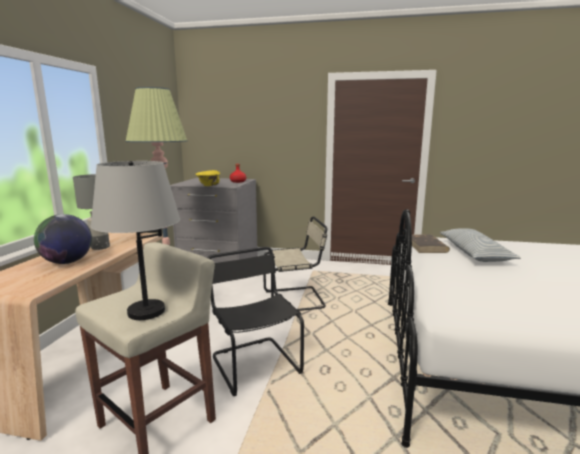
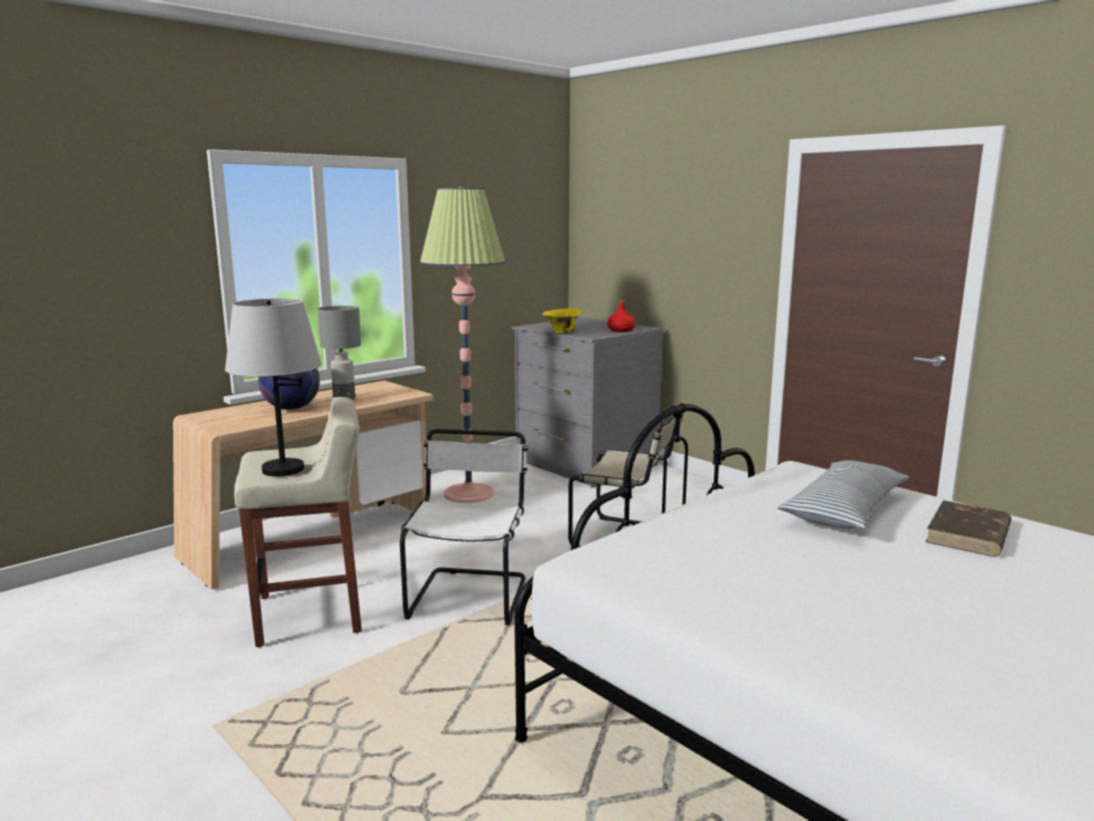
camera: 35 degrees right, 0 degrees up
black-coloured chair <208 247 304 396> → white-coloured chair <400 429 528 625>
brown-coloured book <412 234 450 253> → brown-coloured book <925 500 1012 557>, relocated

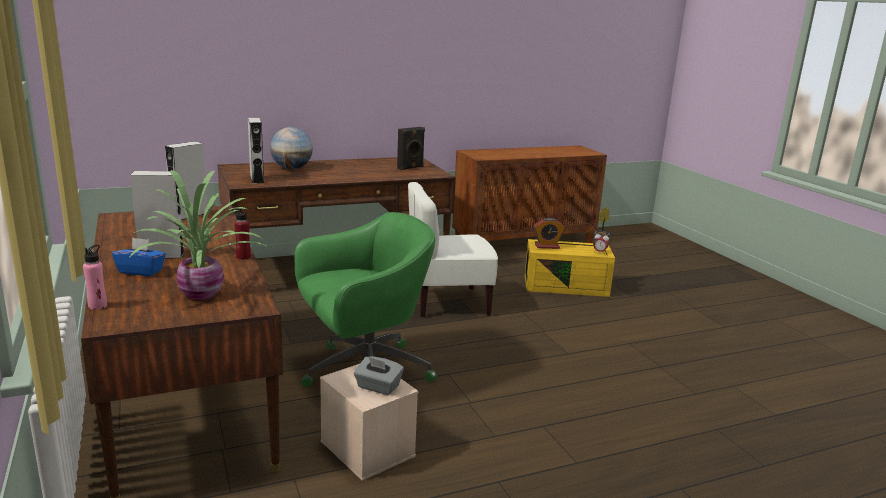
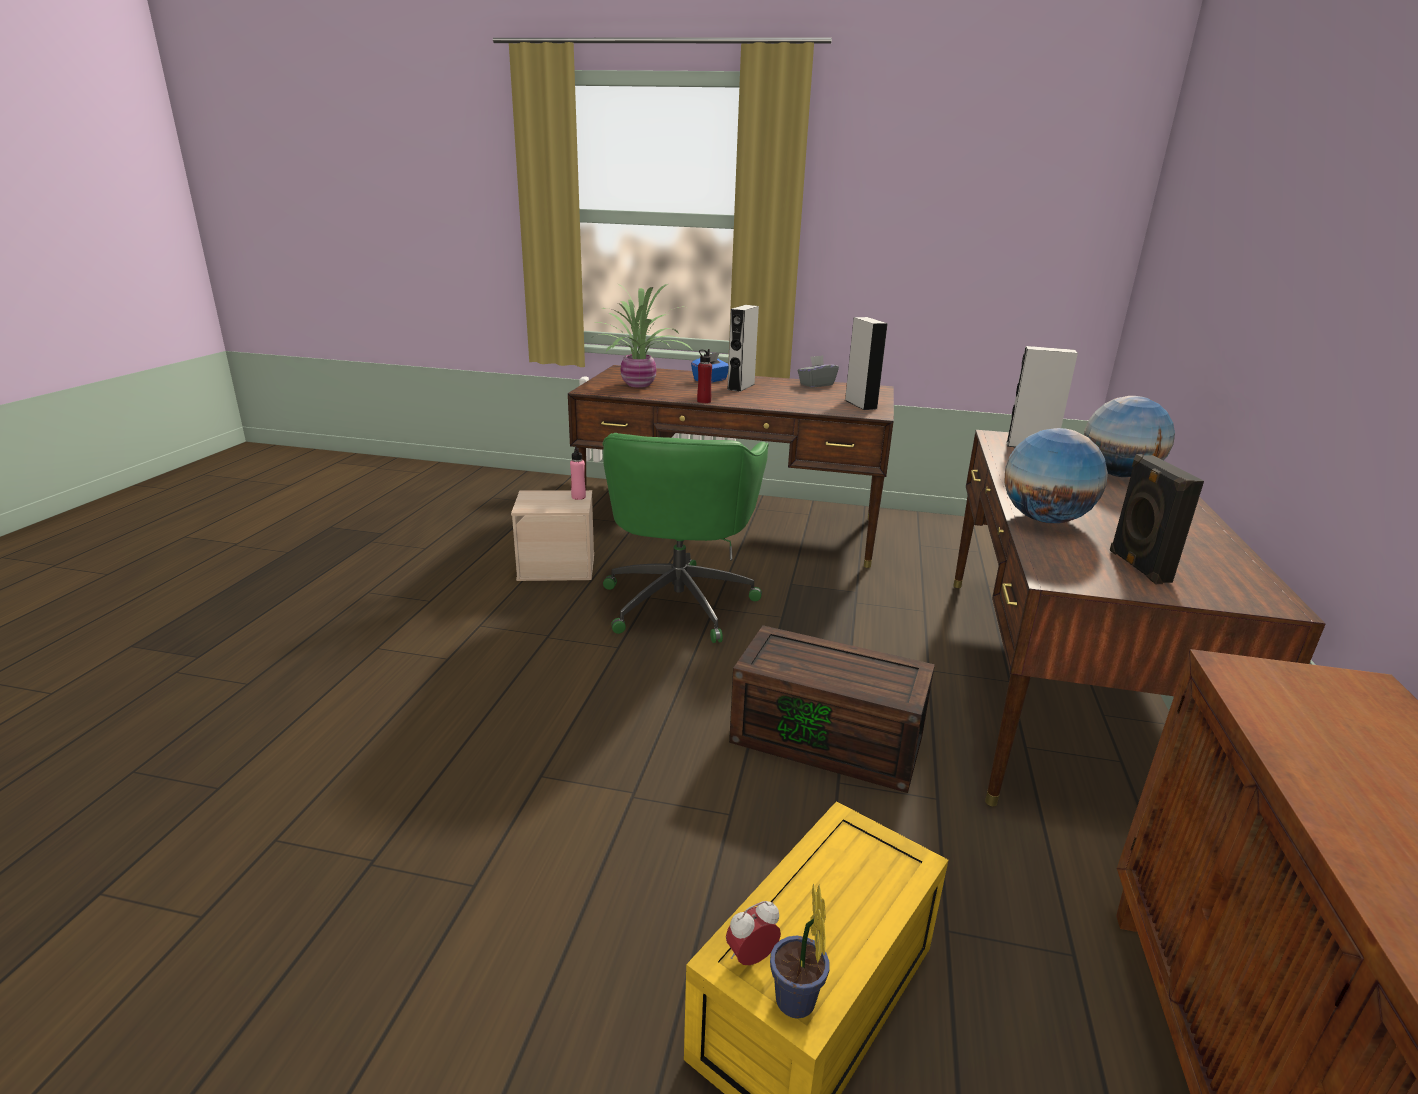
camera: 125 degrees right, 5 degrees up
pinkish beverage bottle <83 245 107 310> → pinkish beverage bottle <570 446 586 500>, relocated
white-coloured chair <408 182 498 317> → brown-coloured storage box <729 625 935 793>
grey tissue holder <354 356 404 395> → grey tissue holder <798 355 839 388>, relocated
- → desk globe <1004 428 1108 523>
alarm clock <534 218 565 249> → -

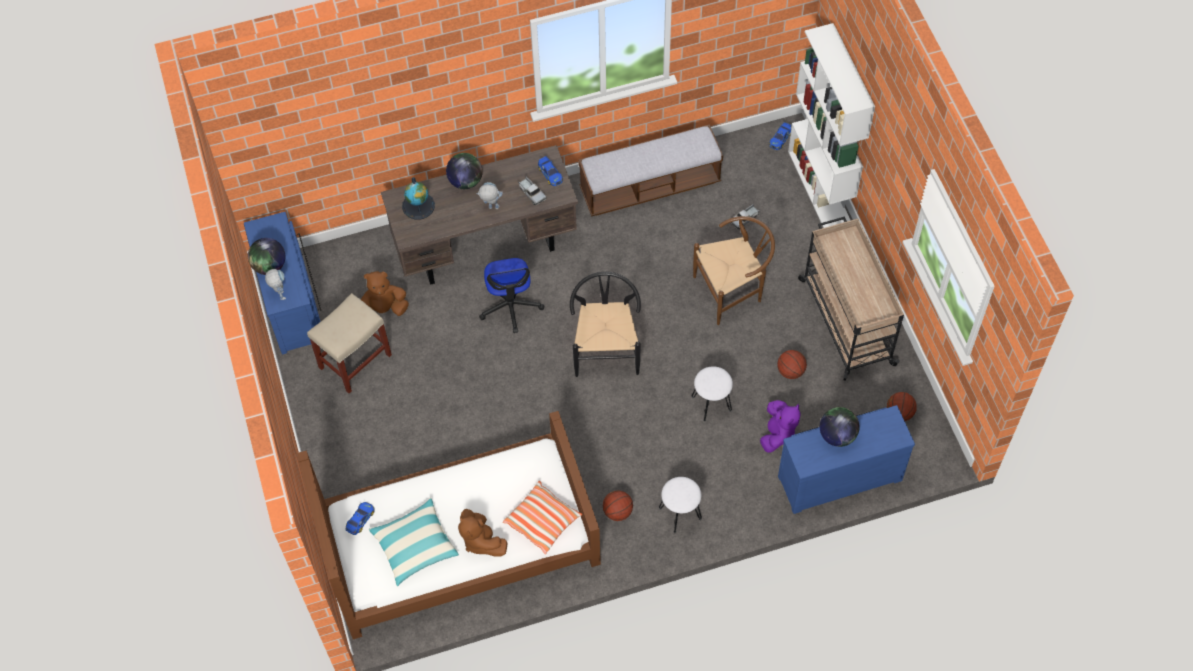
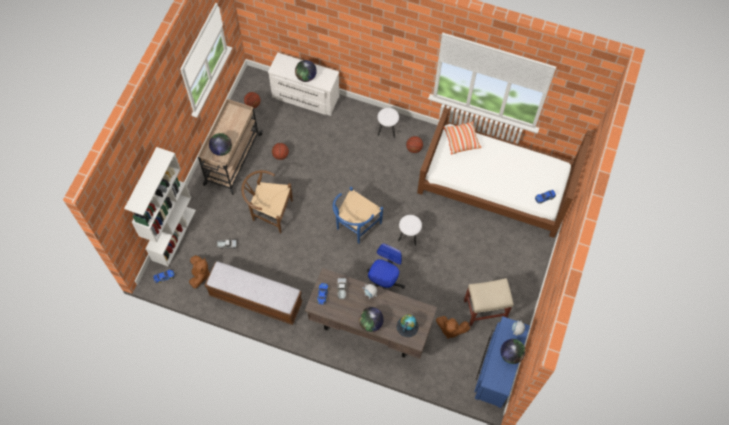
camera: 145 degrees left, 5 degrees up
brown-coloured cuddly toy <458 509 507 556> → brown-coloured cuddly toy <189 255 210 289>, relocated
- → desk globe <209 133 232 156>
blue-coloured dresser <778 405 915 514> → white-coloured dresser <268 53 339 116>
black-coloured chair <570 272 641 377> → blue-coloured chair <333 187 383 244>
white-coloured stool seat <692 366 733 422> → white-coloured stool seat <398 215 422 246>, relocated
cushion <369 498 459 586> → -
purple-coloured cuddly toy <760 400 801 453> → -

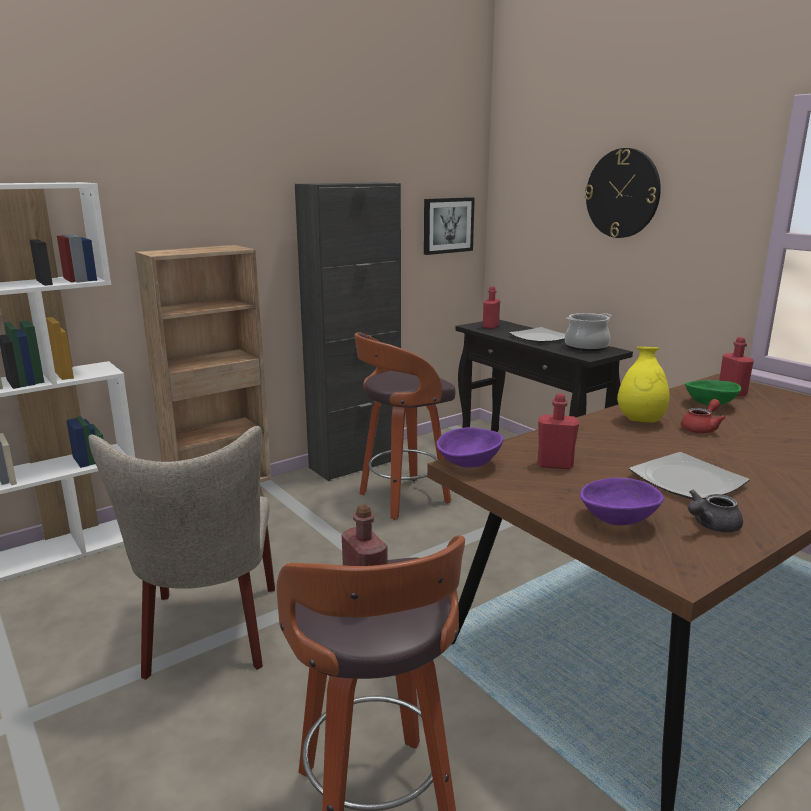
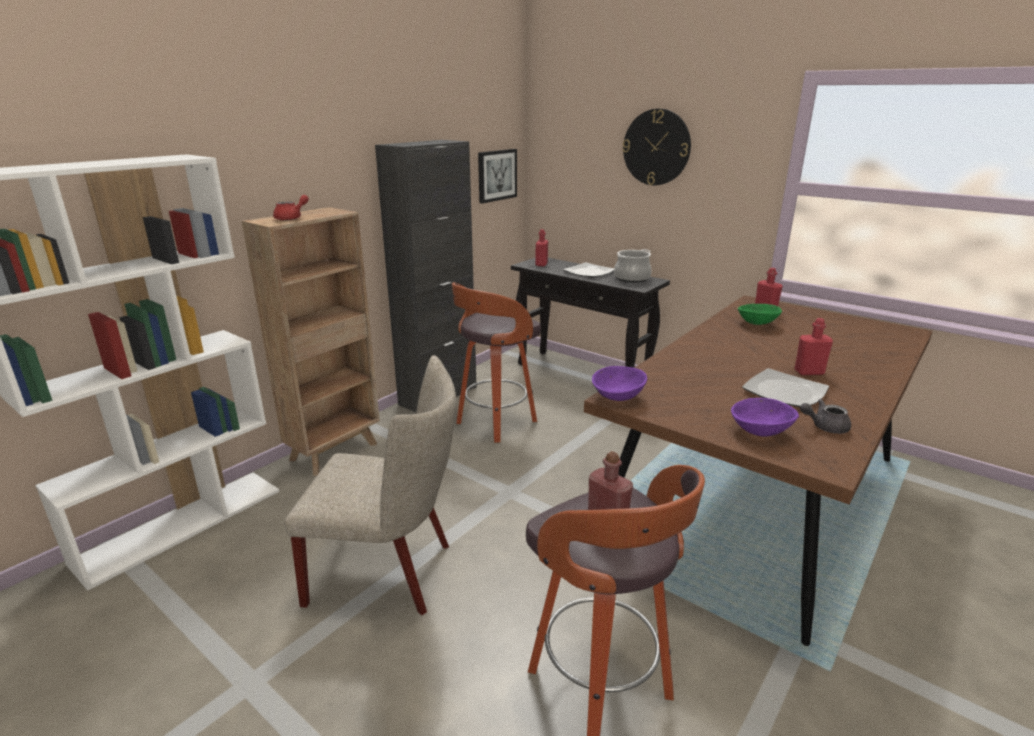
camera: 15 degrees left, 5 degrees up
reddish pot for tea <681 399 726 433> → reddish pot for tea <273 195 309 221>, relocated
beige-coloured chair <88 426 275 680> → beige-coloured chair <284 355 457 615>, 60 degrees counterclockwise
reddish beverage bottle <537 393 579 469> → reddish beverage bottle <794 318 833 375>, relocated
grey pot for tea <688 490 743 532> → grey pot for tea <800 399 851 434>, 45 degrees clockwise
yellow vase <617 347 670 423> → -

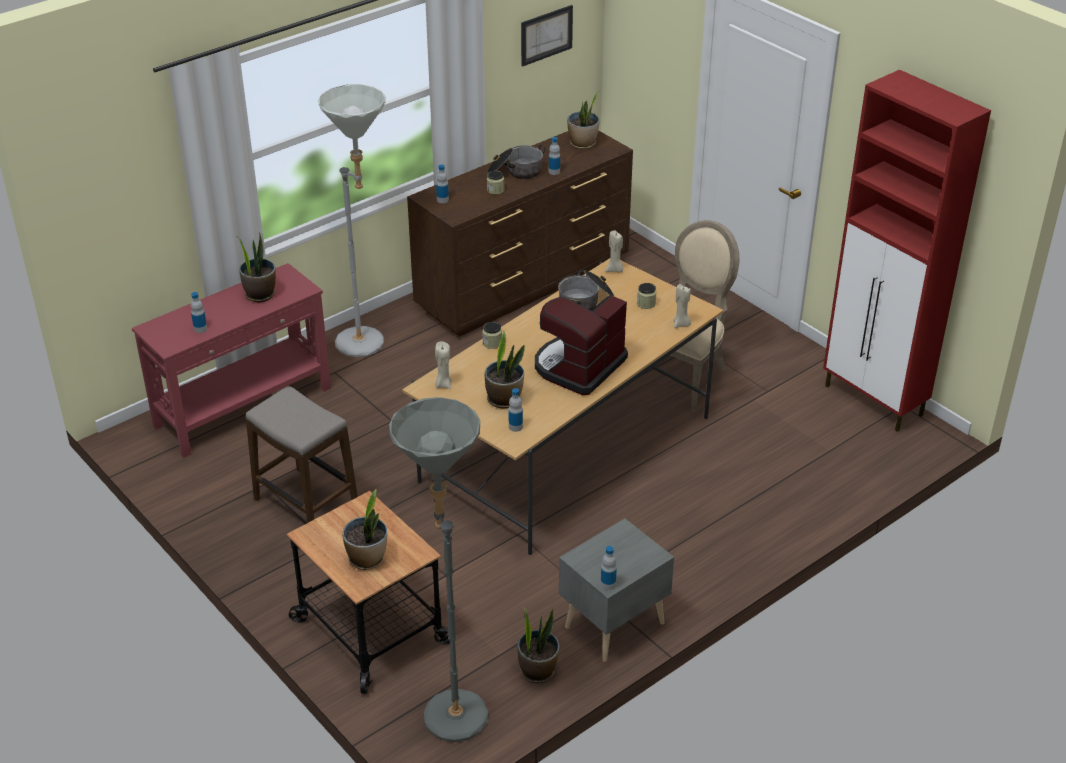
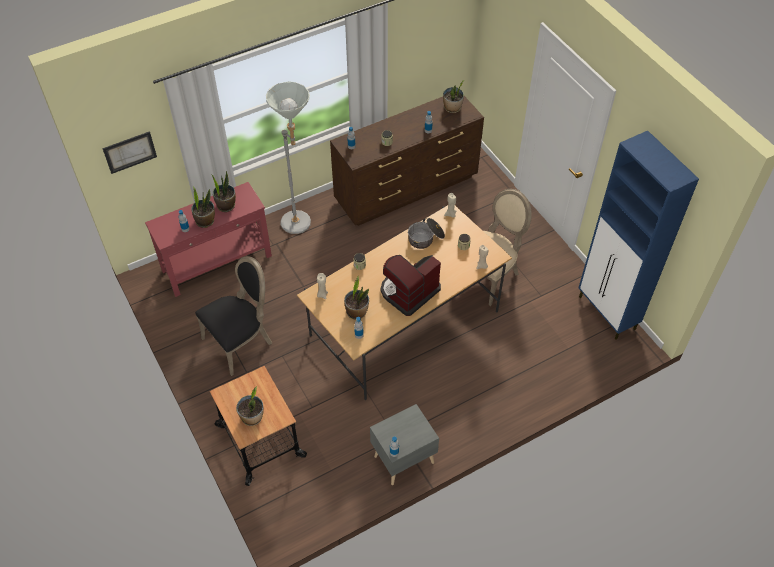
camera: 10 degrees right, 15 degrees up
picture <521 5 573 66> → picture <102 131 157 174>, relocated
houseplant <518 607 559 683> → houseplant <191 186 215 228>, relocated
stool seat <246 386 358 523> → black-coloured chair <195 256 272 376>
reddish cabinet <823 70 991 432> → blue-coloured cabinet <578 130 699 340>
grey floor lamp <389 397 488 742> → -
stockpot <487 145 545 179> → -

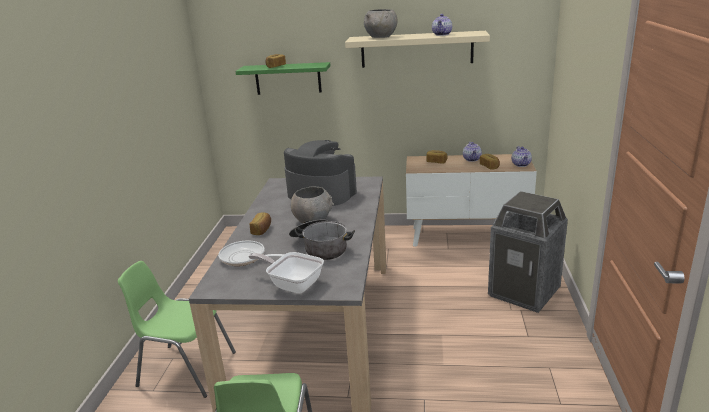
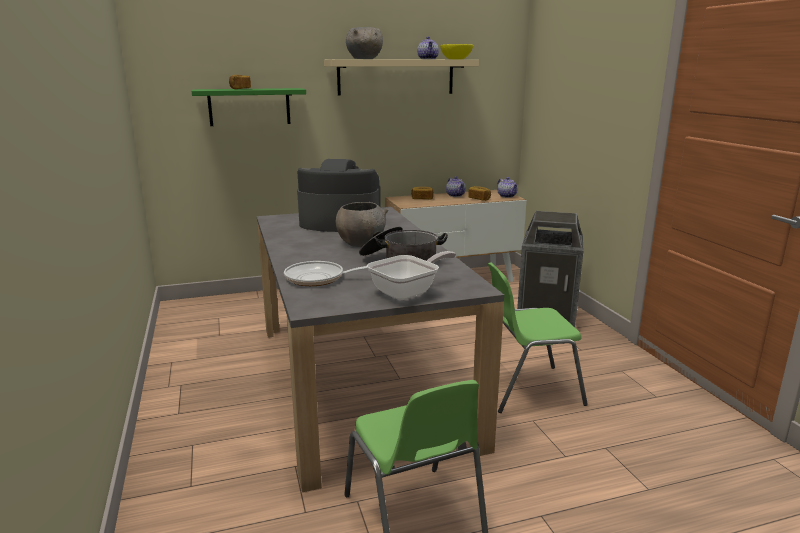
camera: 25 degrees left, 5 degrees down
skillet <248 252 324 294> → skillet <367 251 456 300>, 135 degrees clockwise
- → yellow bowl <440 44 473 60>
greenish chair <118 261 236 398> → greenish chair <488 262 588 413>, relocated
bakery bread <250 212 271 235> → -

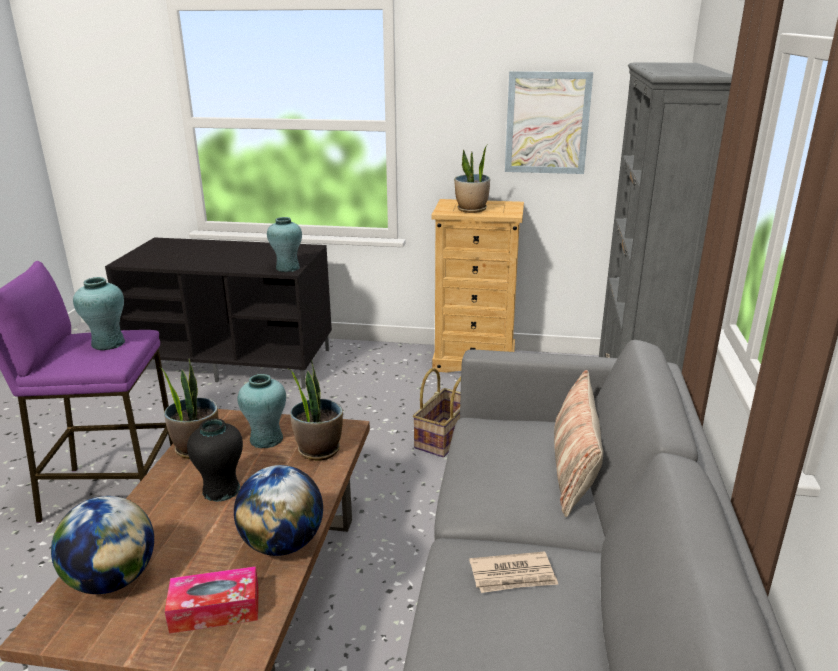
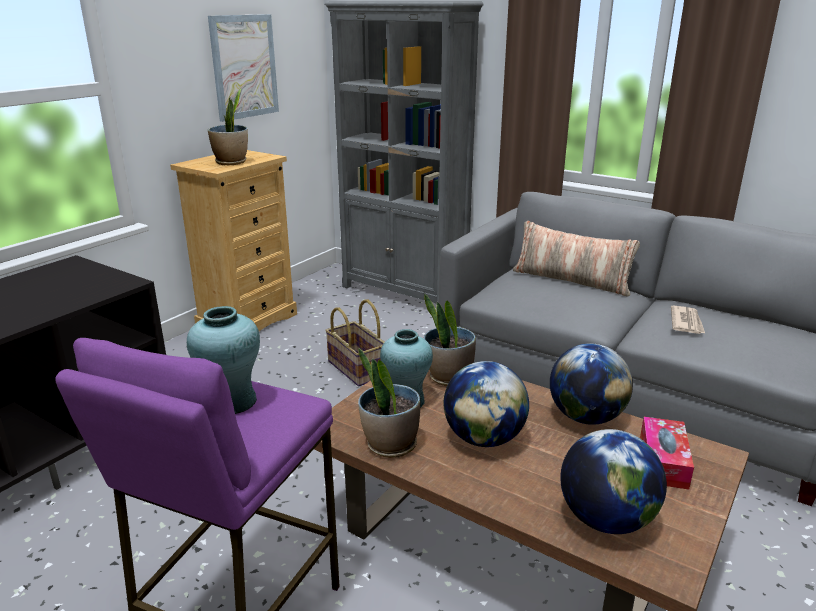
camera: 65 degrees left, 0 degrees up
black-coloured vase <187 418 243 502> → desk globe <444 361 529 447>
blue-green vase <267 217 302 272> → -

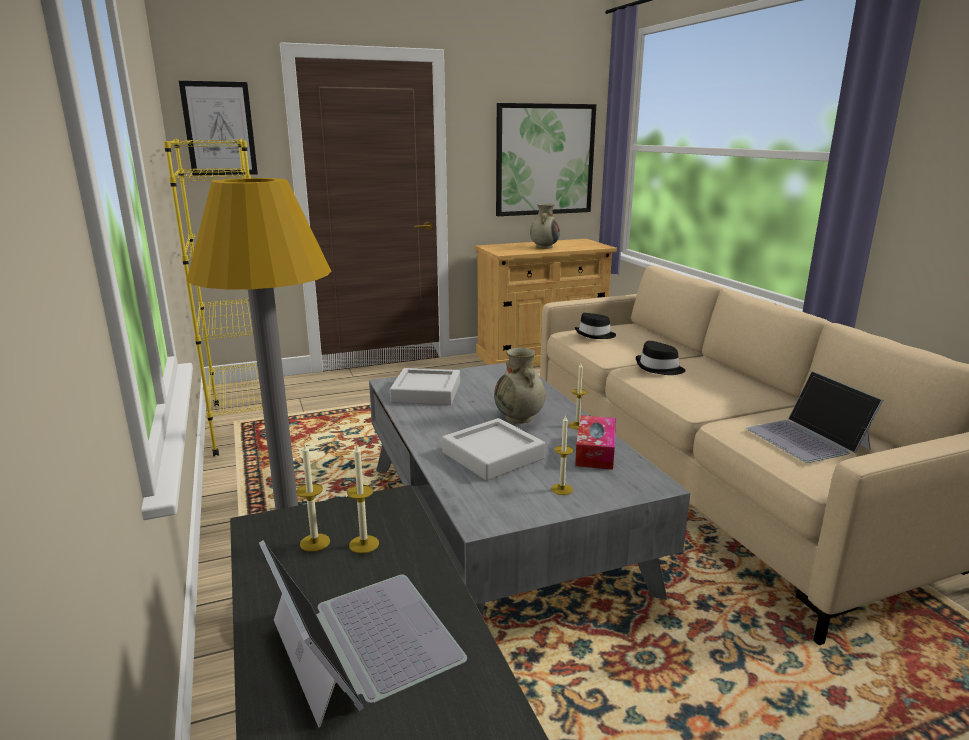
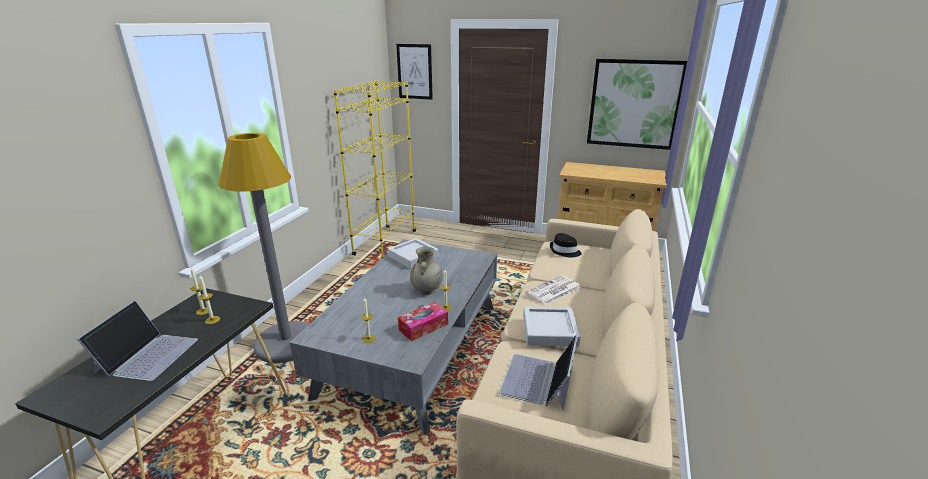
camera: 40 degrees right, 5 degrees up
grey tray <442 418 545 481> → grey tray <523 306 581 347>, relocated
black-coloured clothing hat <636 341 685 375> → newspaper <526 275 581 305>
beige-coloured vase <530 204 560 249> → -

